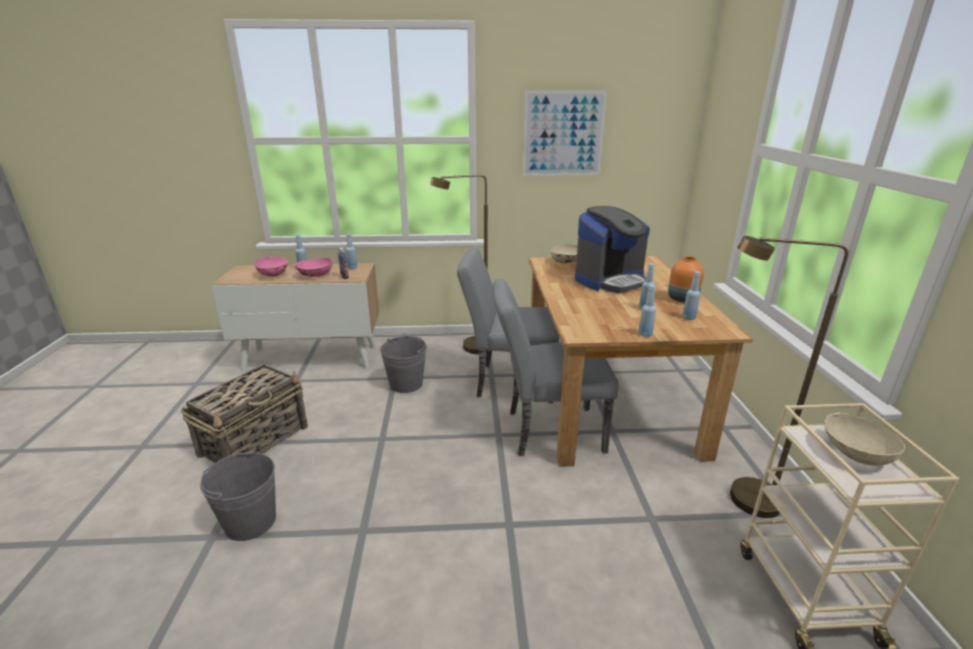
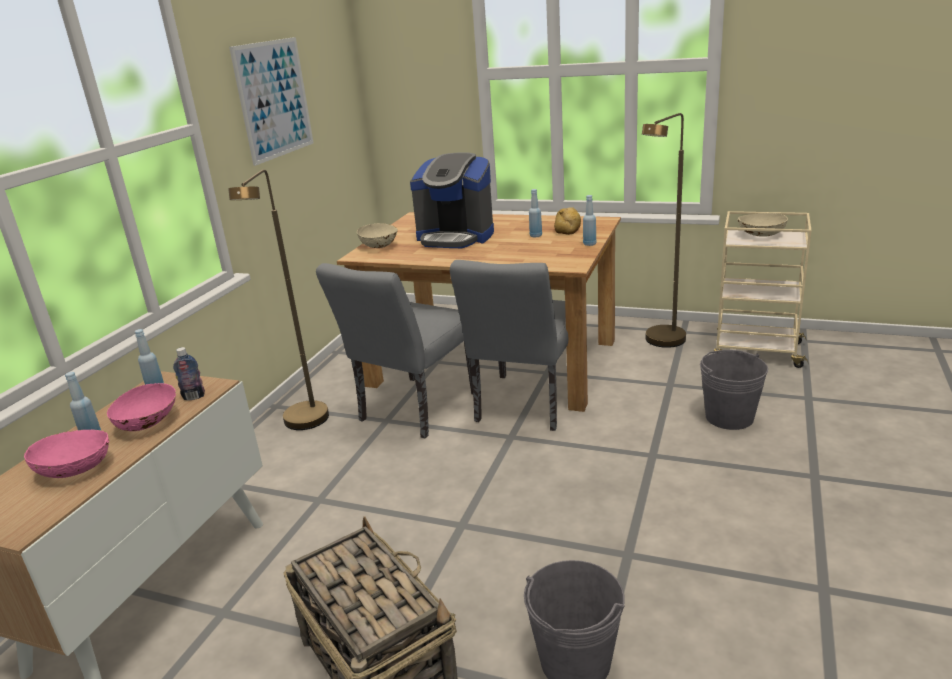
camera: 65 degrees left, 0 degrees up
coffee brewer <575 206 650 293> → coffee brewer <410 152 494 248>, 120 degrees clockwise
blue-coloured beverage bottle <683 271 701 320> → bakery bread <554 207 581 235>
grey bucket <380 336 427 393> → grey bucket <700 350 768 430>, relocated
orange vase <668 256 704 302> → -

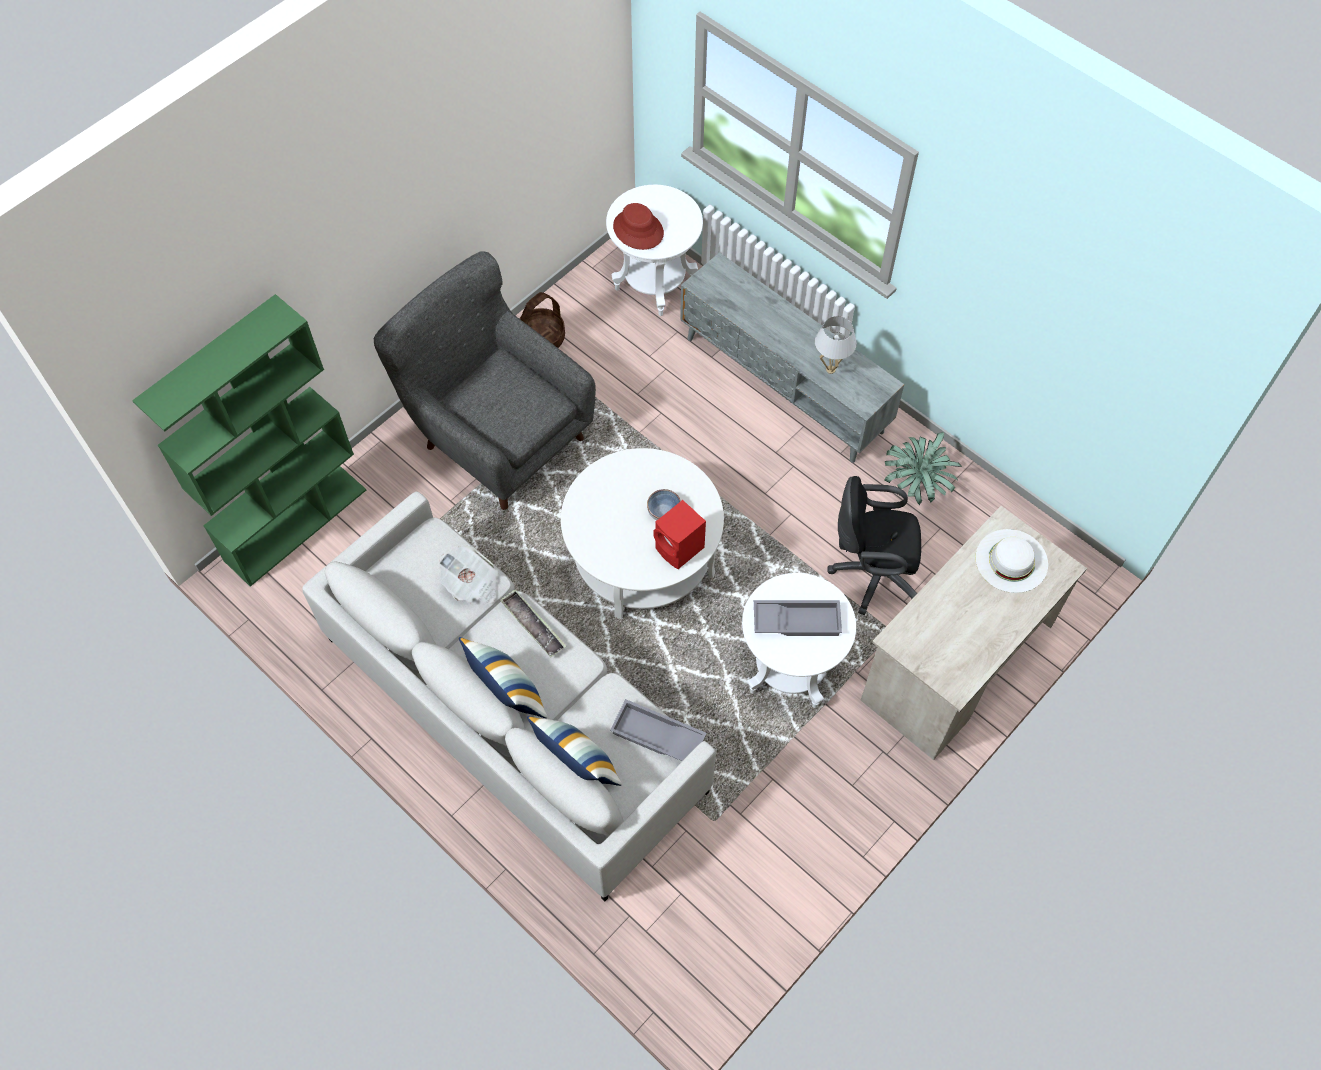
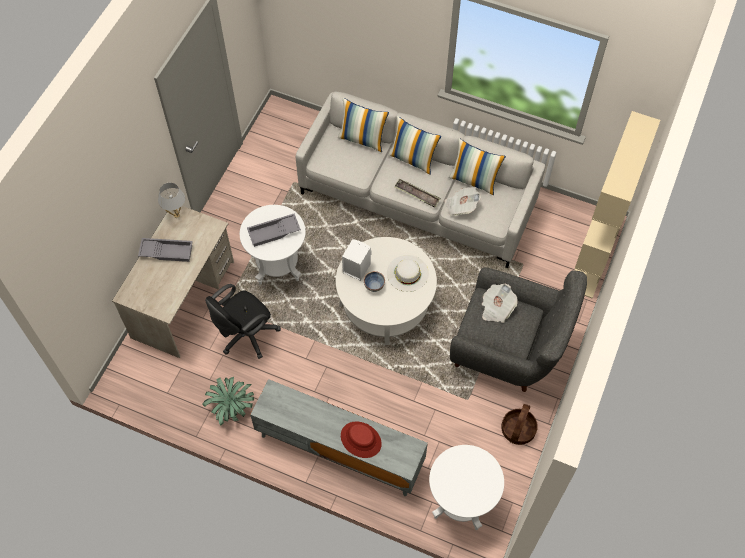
camera: 160 degrees right, 0 degrees up
grey tray <610 699 707 761> → grey tray <138 238 193 262>, relocated
white-coloured table lamp <815 316 857 374> → white-coloured table lamp <158 183 185 218>, relocated
black-coloured desk chair <827 476 922 615> → black-coloured desk chair <205 284 281 359>, 150 degrees clockwise
reddish clothing hat <613 203 664 250> → reddish clothing hat <341 421 382 458>, relocated
reddish audio speaker <653 500 706 569> → white-coloured audio speaker <342 239 372 281>
white-coloured clothing hat <975 529 1048 593> → white-coloured clothing hat <387 255 429 292>, relocated
- → cushion <449 138 506 195>
- → newspaper <482 284 518 323>
greenish bookcase <132 294 366 587> → beige-coloured bookcase <574 111 660 298>

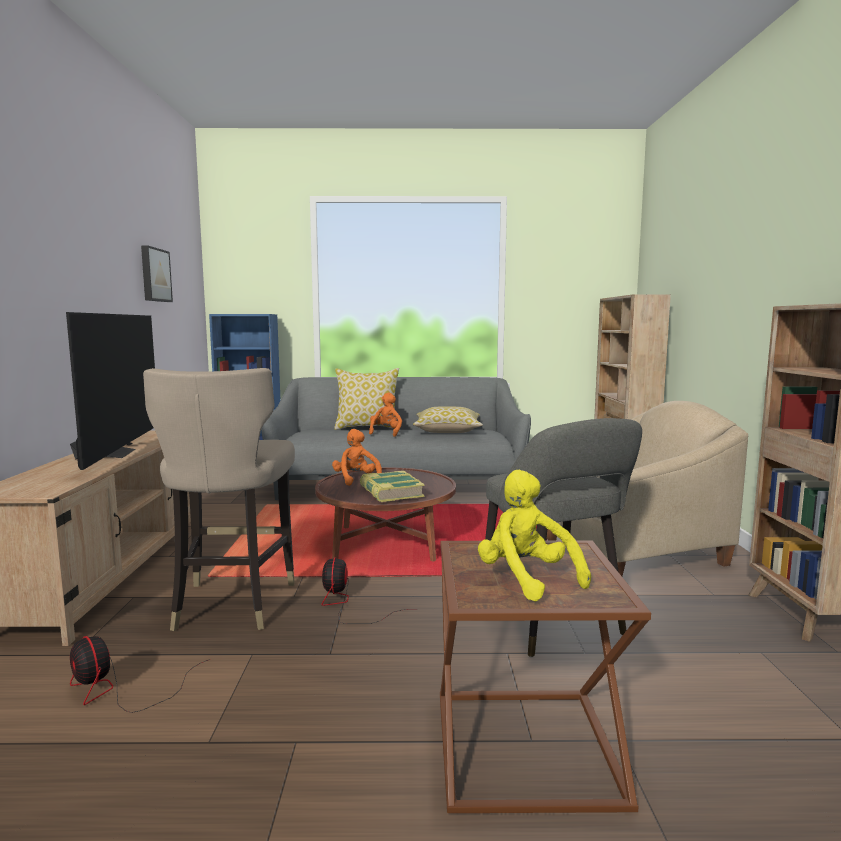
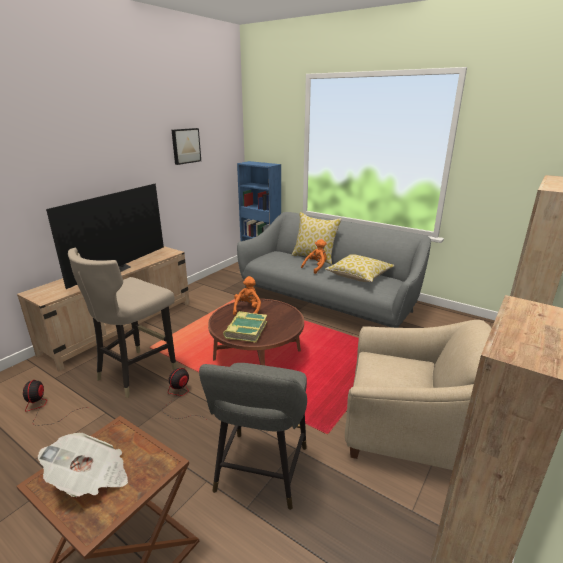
camera: 35 degrees right, 15 degrees up
yellow cuddly toy <478 470 591 602> → newspaper <38 433 128 497>

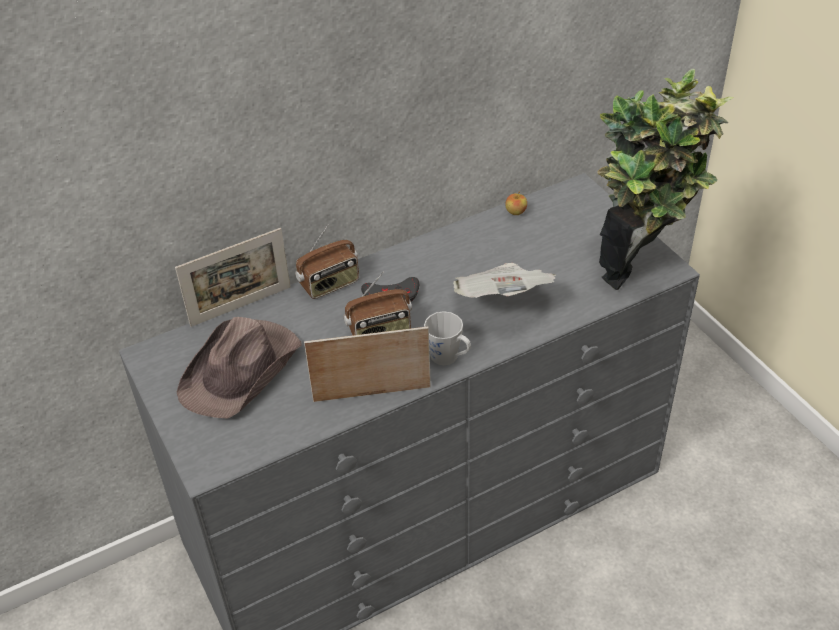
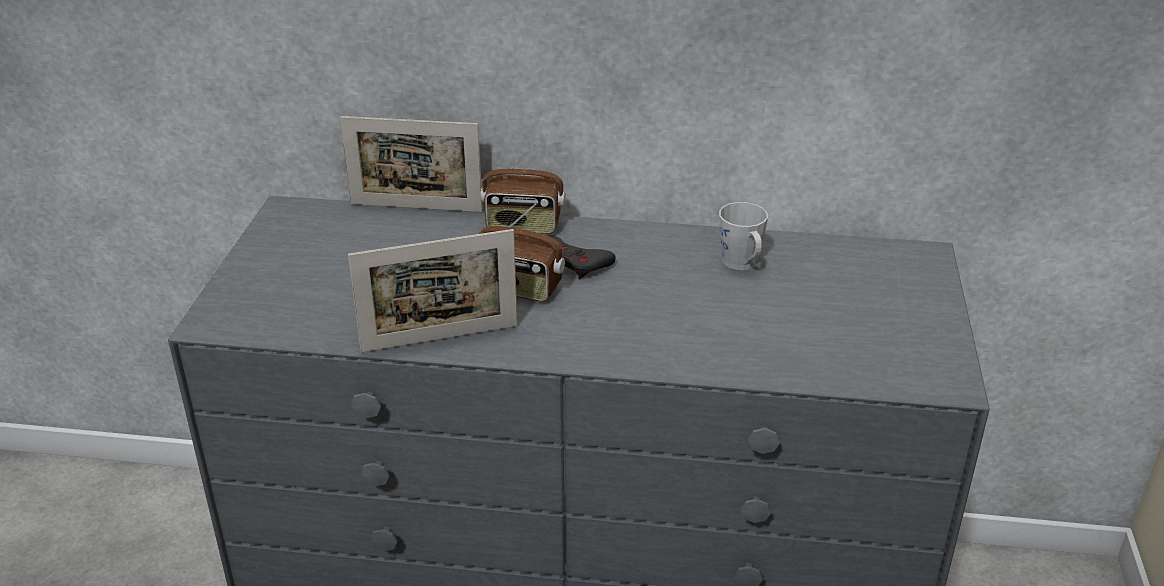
camera: 35 degrees right, 10 degrees down
photo frame <304 326 431 402> → photo frame <348 229 518 352>, 135 degrees clockwise
grey tea mug <424 311 471 365> → grey tea mug <719 202 768 270>, relocated
brown-coloured clothing hat <177 317 302 418> → -
newspaper <453 263 555 298> → -
apple <505 191 527 215> → -
houseplant <597 69 734 290> → -

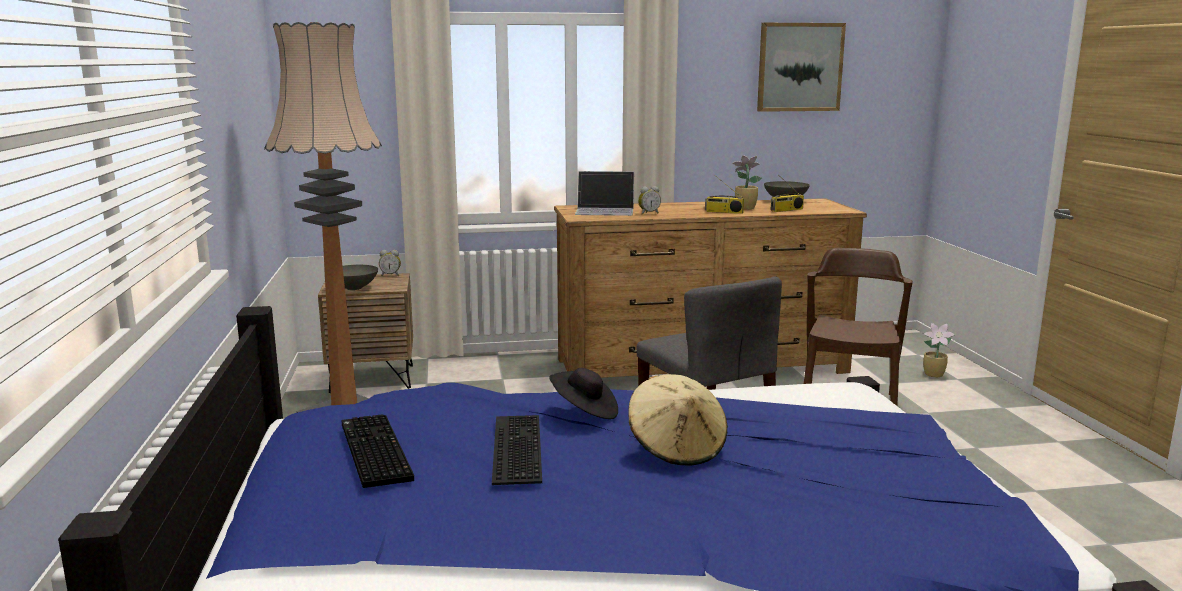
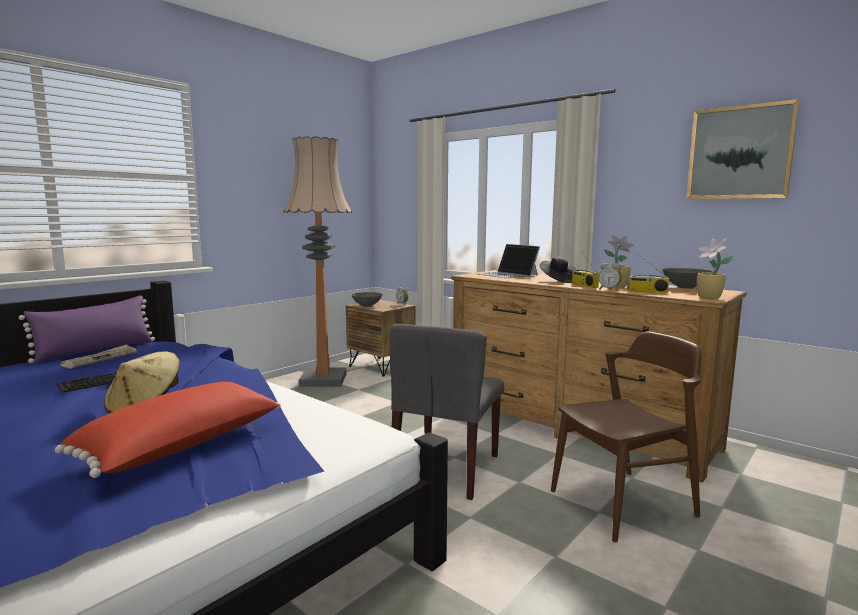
camera: 50 degrees right, 5 degrees down
- → purple-coloured cushion <19 295 155 363>
- → reddish cushion <55 382 281 478>
keyboard <342 414 414 488> → newspaper <60 344 137 369>
black-coloured clothing hat <549 368 618 419> → black-coloured clothing hat <540 257 576 283>, relocated
alarm clock <638 186 661 215> → alarm clock <599 263 622 291>, relocated
houseplant <923 323 955 377> → houseplant <697 238 733 299>, relocated

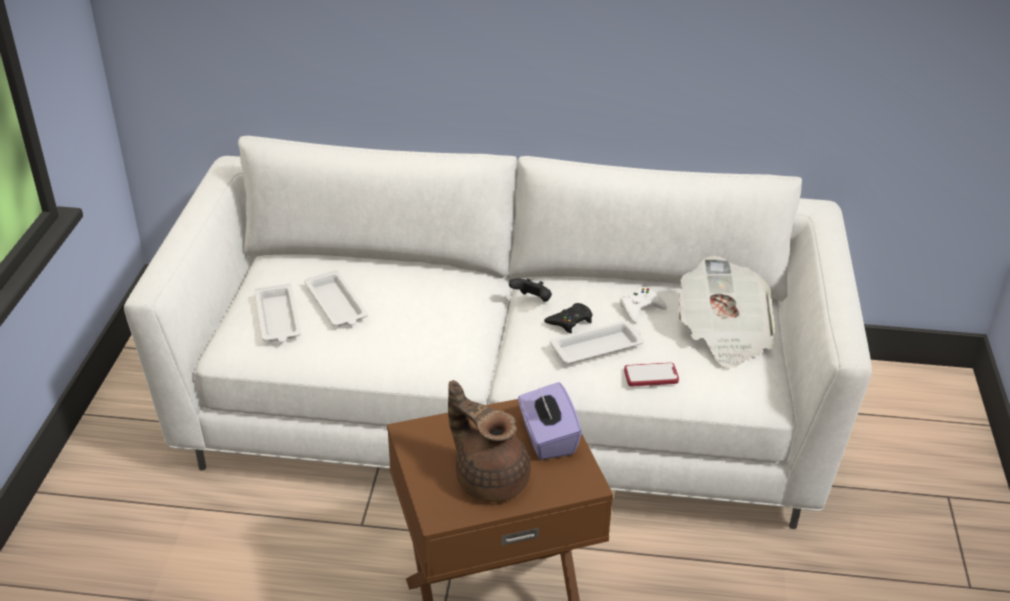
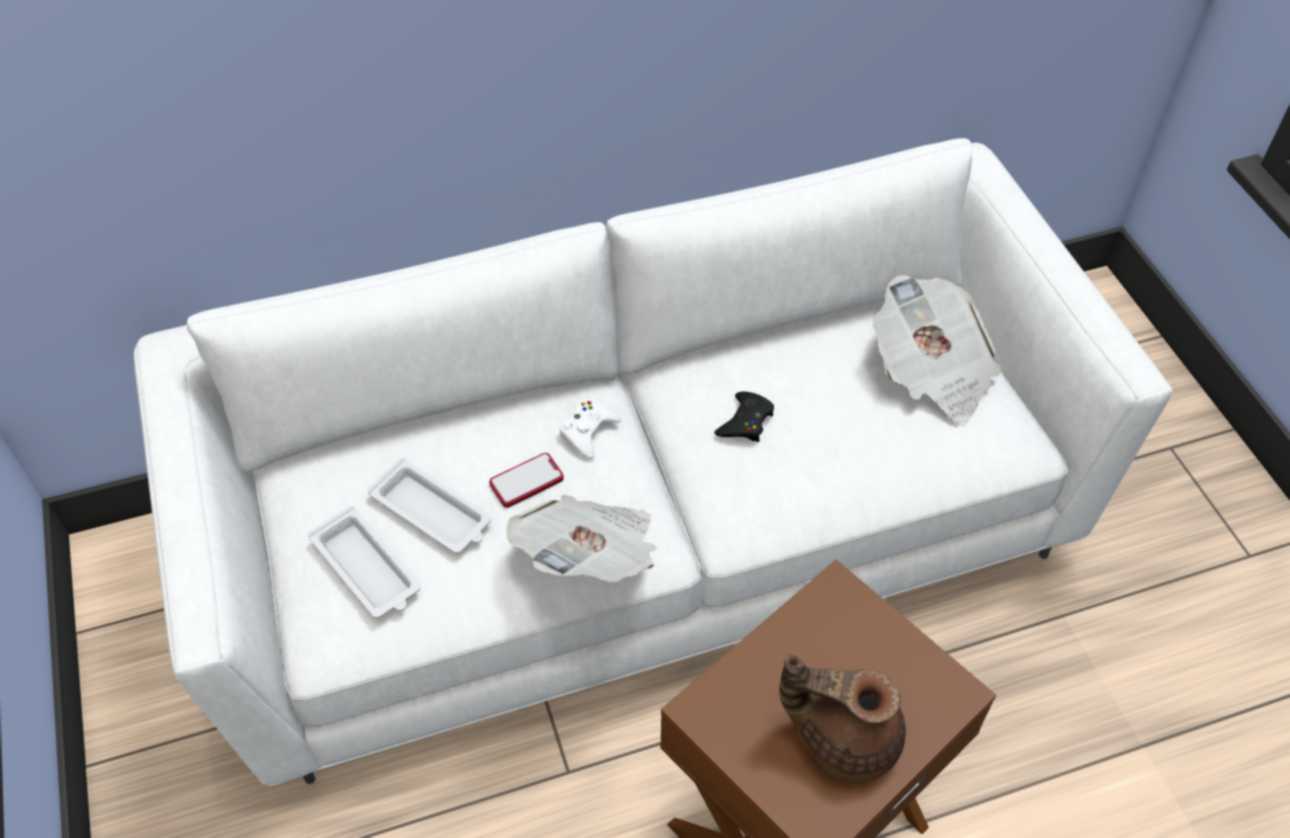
camera: 25 degrees left, 15 degrees up
handset <624 362 679 386> → handset <489 453 564 508>, relocated
- → newspaper <506 495 656 582>
white-coloured gamepad <620 287 667 323> → white-coloured gamepad <559 400 622 460>, relocated
black-coloured gamepad <509 278 552 302> → -
purple-coloured tissue holder <518 382 582 460> → -
white-coloured tray <550 321 644 364> → -

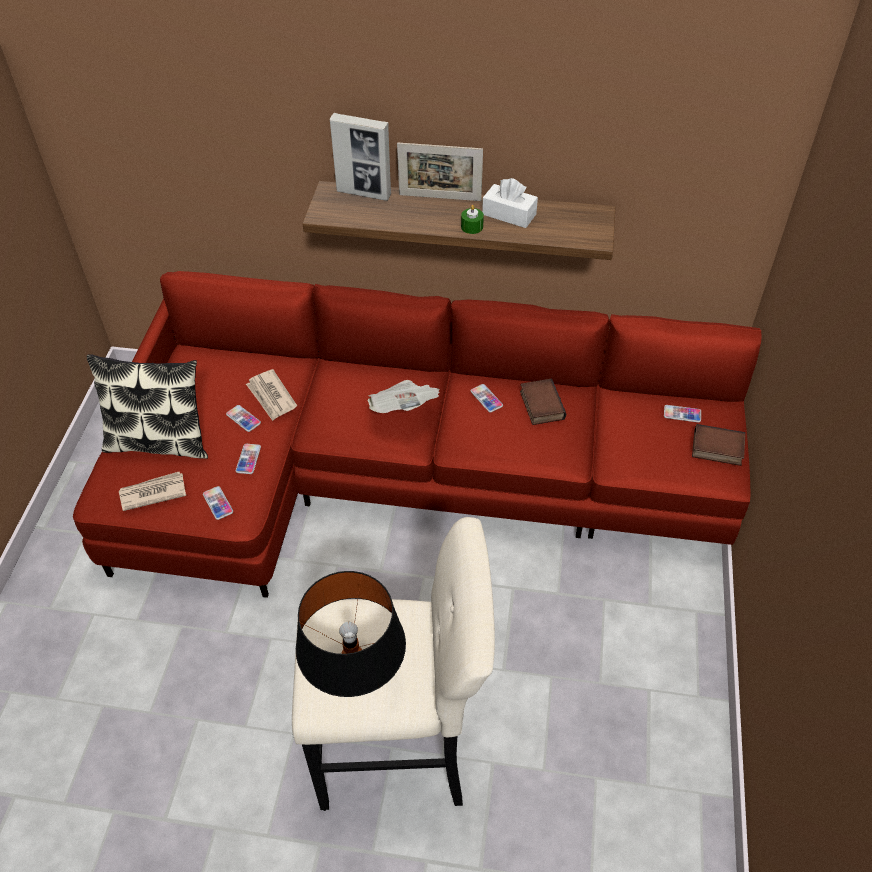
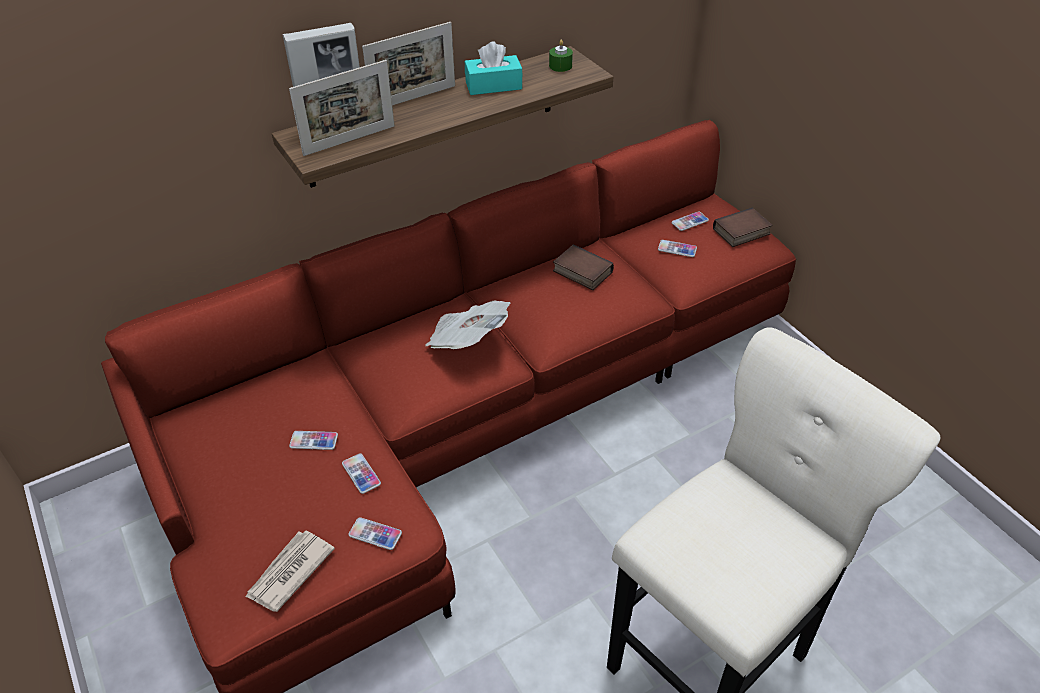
camera: 40 degrees left, 5 degrees down
- → photo frame <289 60 395 156>
white-coloured tissue holder <482 178 538 228> → blue-green tissue holder <465 41 522 95>
greenish candle <461 205 484 234> → greenish candle <549 40 573 72>, relocated
handset <471 384 503 412> → handset <658 240 697 257>, relocated
cushion <87 354 208 459> → -
newspaper <246 369 297 421> → -
black-coloured table lamp <296 571 406 697> → -

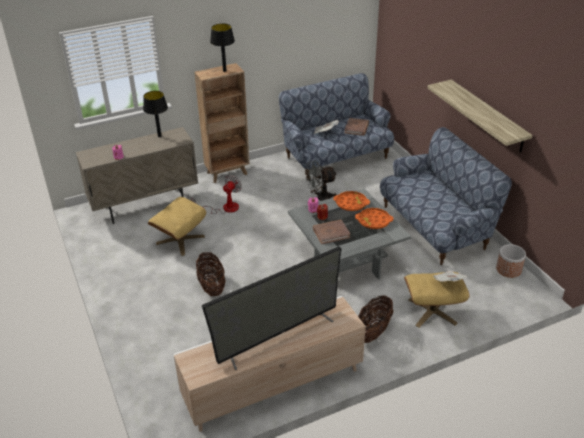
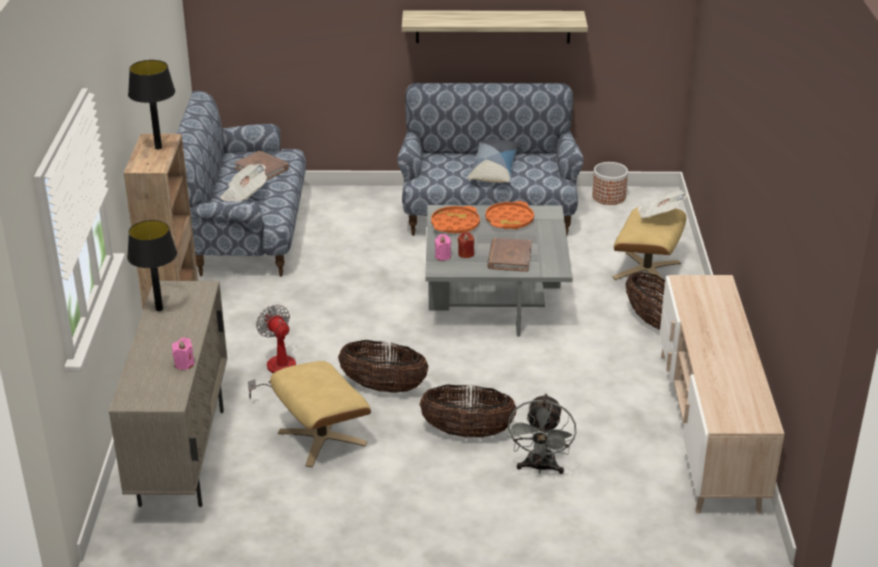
camera: 65 degrees left, 5 degrees down
- → household basket <338 340 428 393>
- → cushion <467 140 521 183>
grey electric fan <305 160 337 201> → grey electric fan <507 393 576 474>, relocated
television <202 246 342 370> → -

